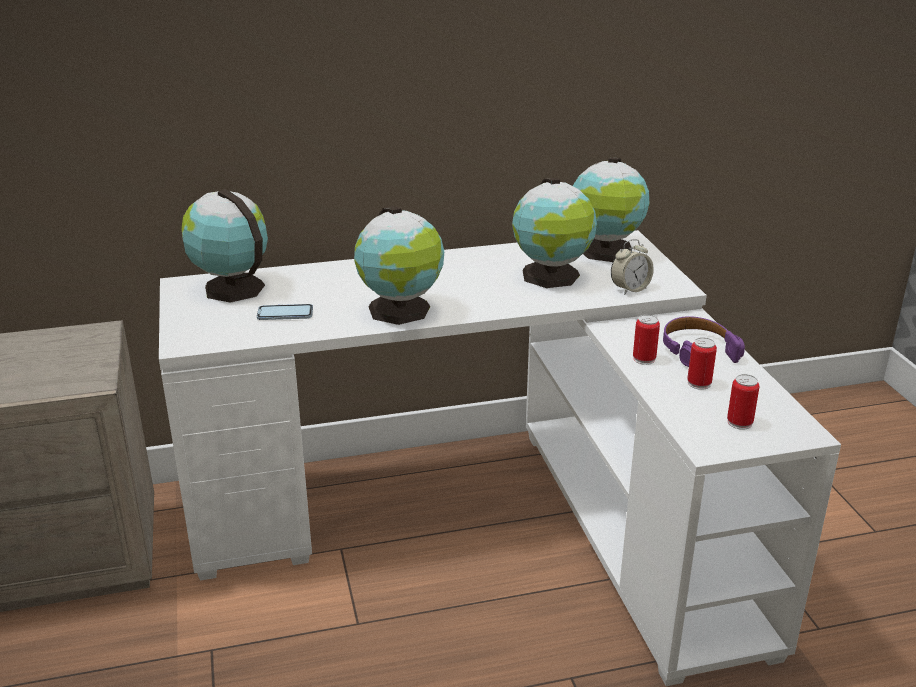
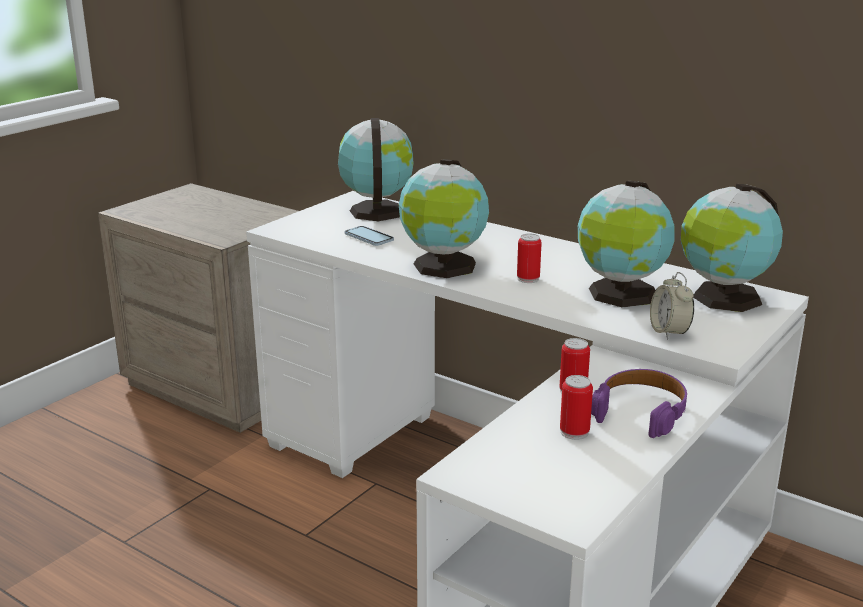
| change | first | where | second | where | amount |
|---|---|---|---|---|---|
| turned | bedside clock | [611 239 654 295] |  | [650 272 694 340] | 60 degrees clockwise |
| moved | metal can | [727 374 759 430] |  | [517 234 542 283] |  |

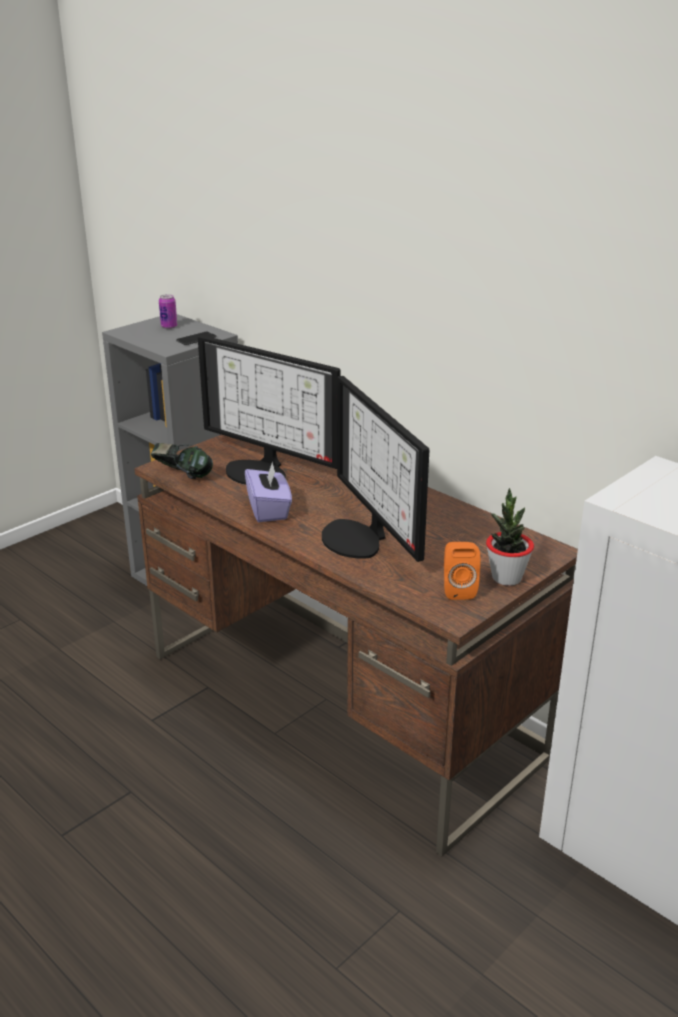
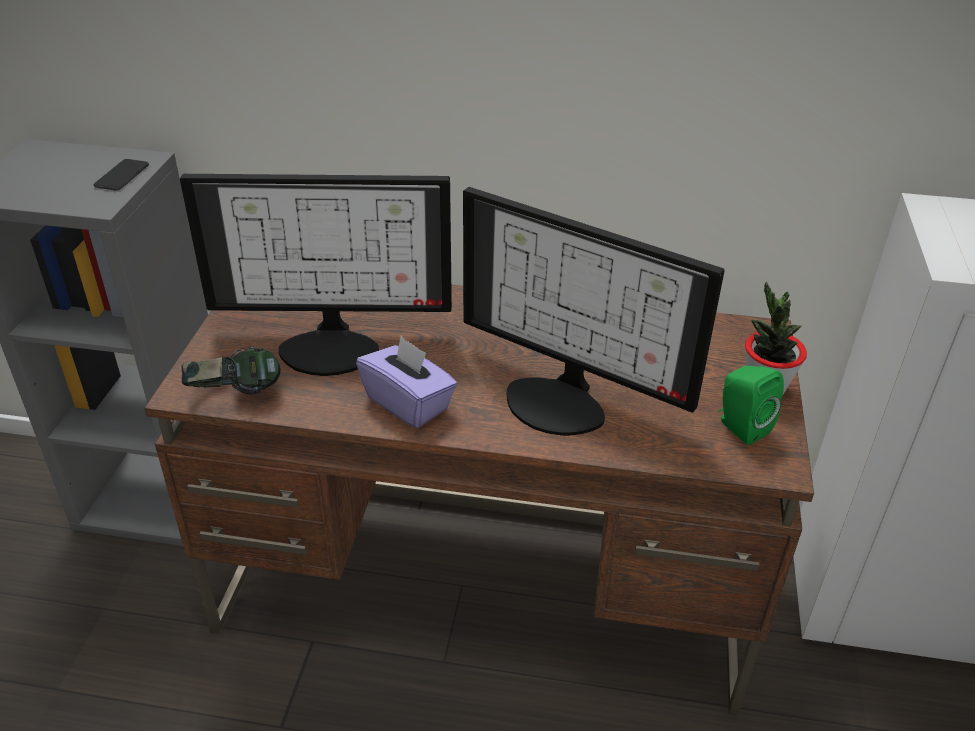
| change | first | where | second | where | amount |
|---|---|---|---|---|---|
| removed | metal can | [159 294 177 329] |  |  |  |
| recoloured | speaker (orangey) | [444 542 480 600] | speaker (green-coloured) | [719 366 784 445] |  |

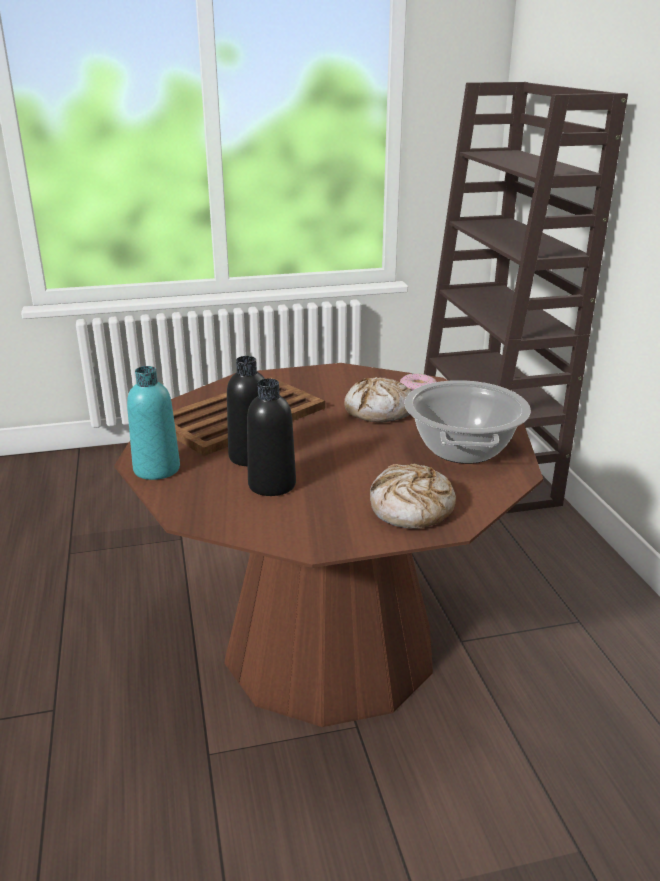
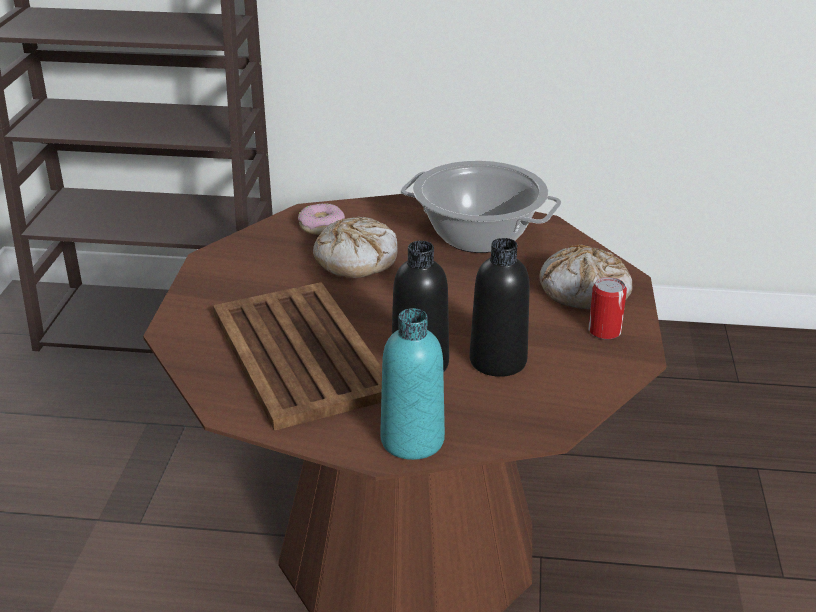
| change | first | where | second | where | amount |
|---|---|---|---|---|---|
| added |  |  | metal can | [588 277 627 340] |  |

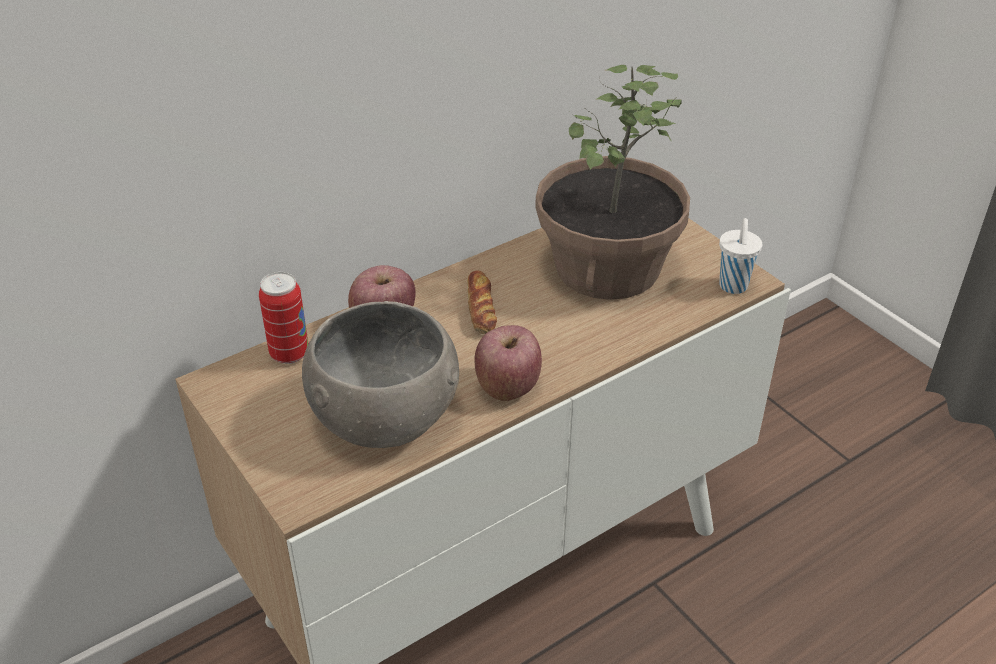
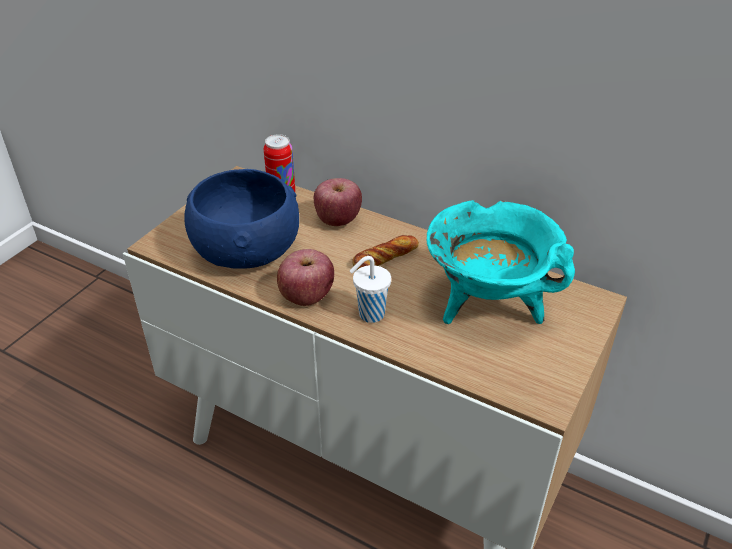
| change | first | where | second | where | amount |
|---|---|---|---|---|---|
| recoloured | serving bowl (gray) | [302 301 459 448] | serving bowl (bluish) | [184 169 299 269] |  |
| replaced | houseplant | [535 65 690 300] | cooking pot (turquoise) | [427 200 575 324] |  |
| moved | drinking cup (whitish) | [719 218 762 294] |  | [350 256 391 323] |  |

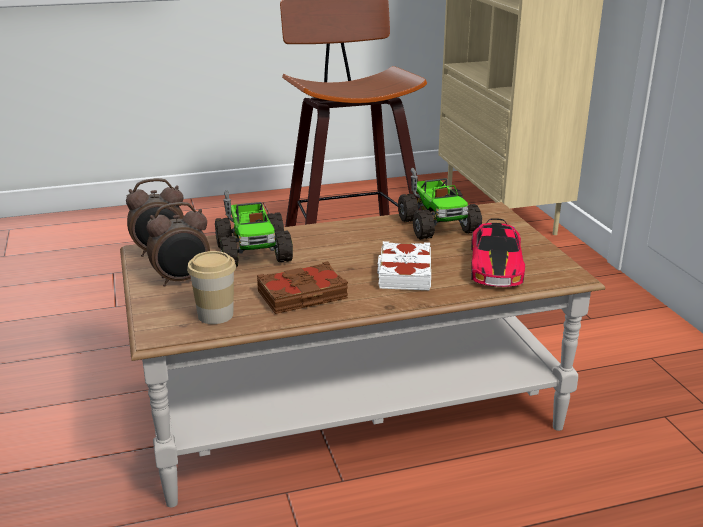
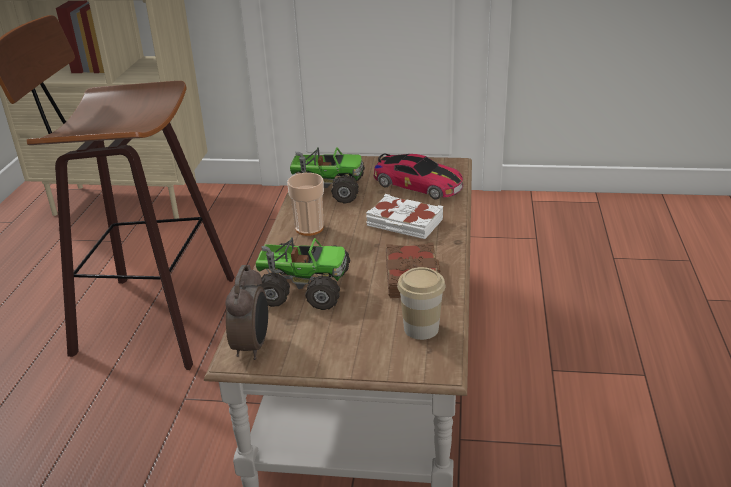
| change | first | where | second | where | amount |
|---|---|---|---|---|---|
| removed | bedside clock | [147 202 210 287] |  |  |  |
| added |  |  | drinking cup | [287 173 324 236] |  |

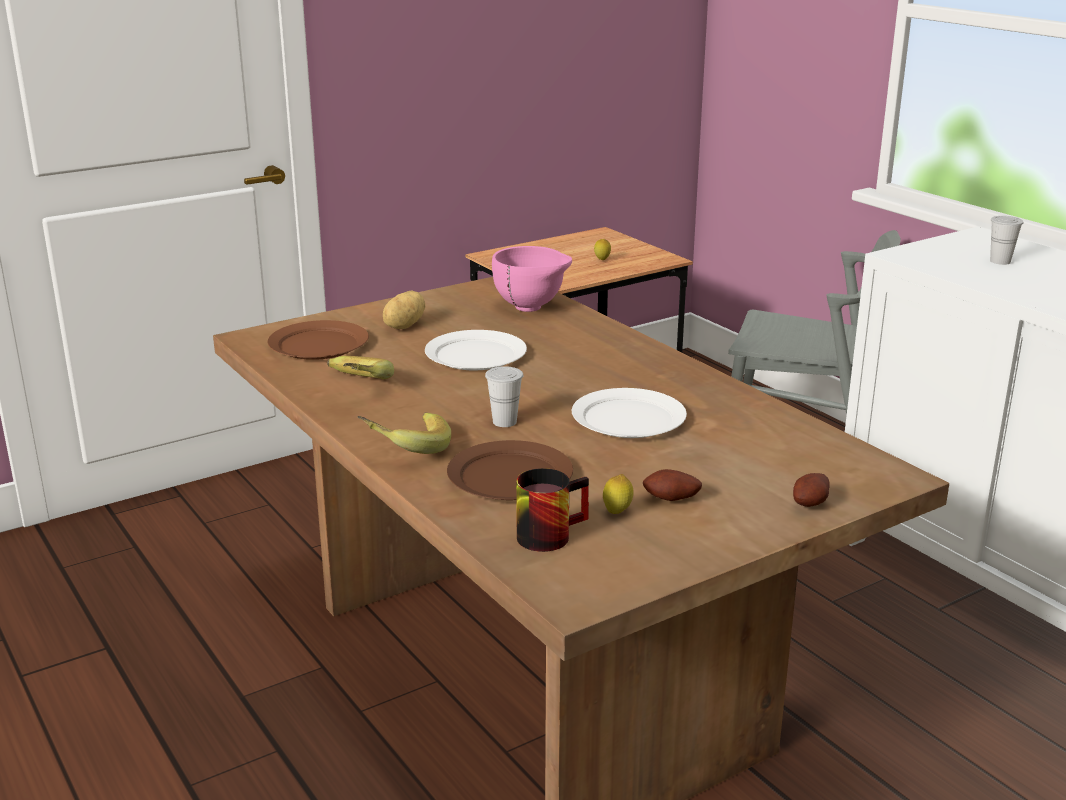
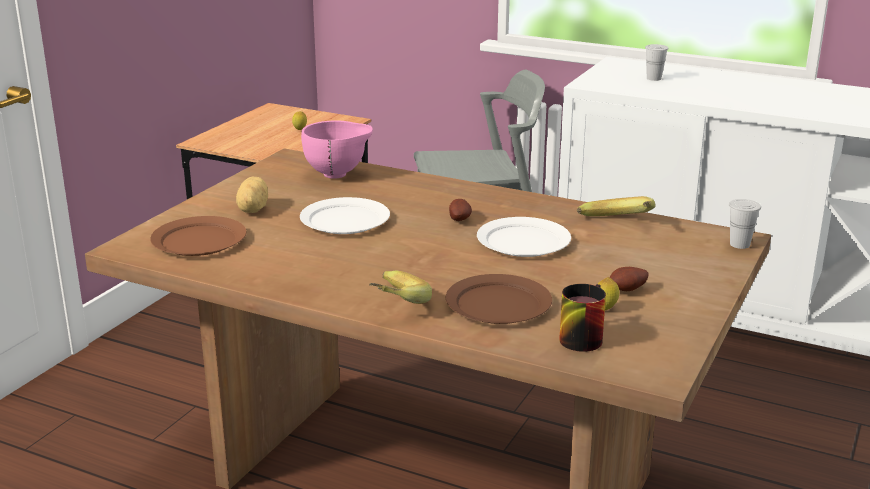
| change | first | where | second | where | amount |
|---|---|---|---|---|---|
| moved | banana fruit | [327 356 394 379] |  | [577 196 656 216] |  |
| moved | drinking cup (whitish) | [485 366 523 427] |  | [729 199 761 249] |  |
| moved | spud | [793 473 830 507] |  | [449 199 472 221] |  |

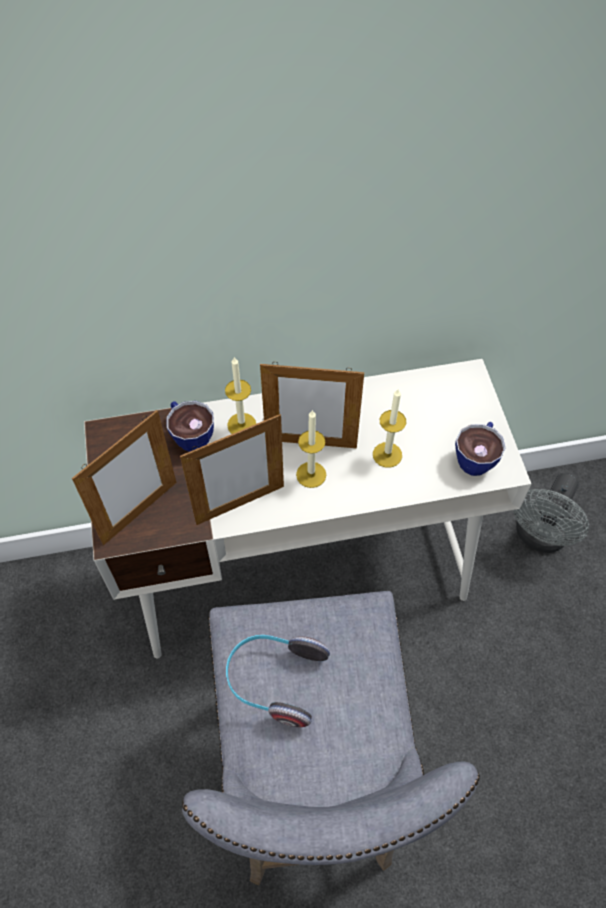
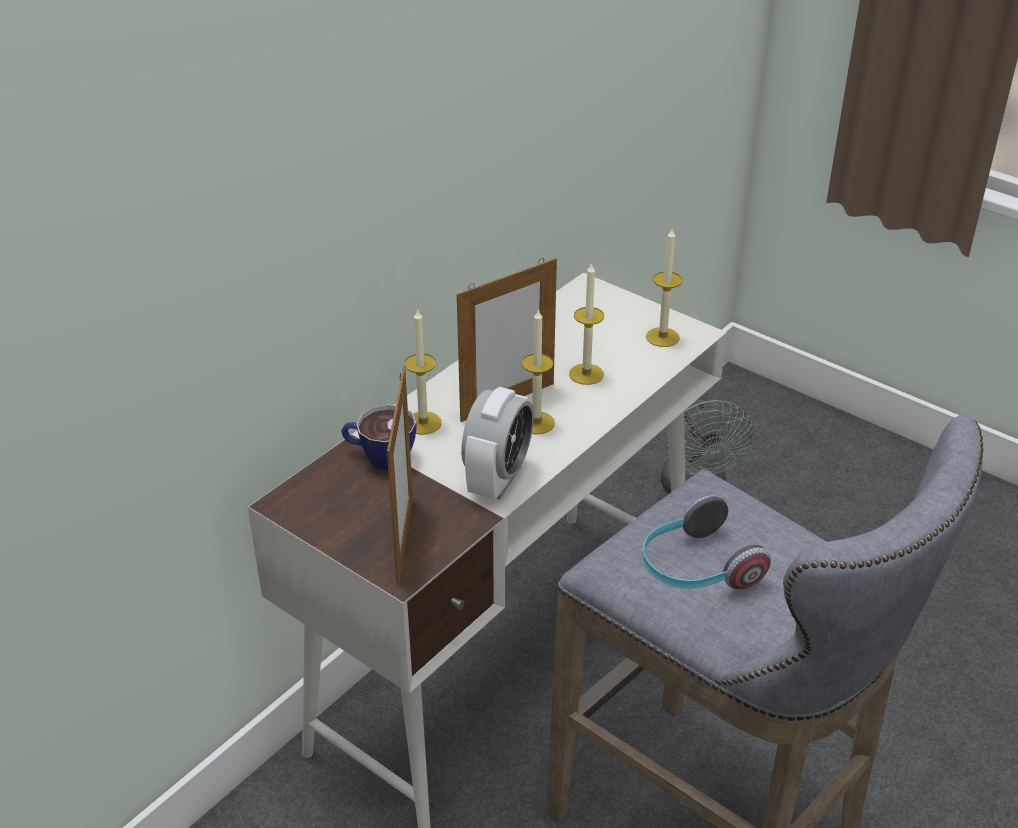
| change | first | where | second | where | amount |
|---|---|---|---|---|---|
| replaced | standing frame | [180 414 284 525] | bedside clock | [461 387 534 499] |  |
| replaced | drinking cup | [455 422 505 476] | wax candle | [646 229 683 347] |  |

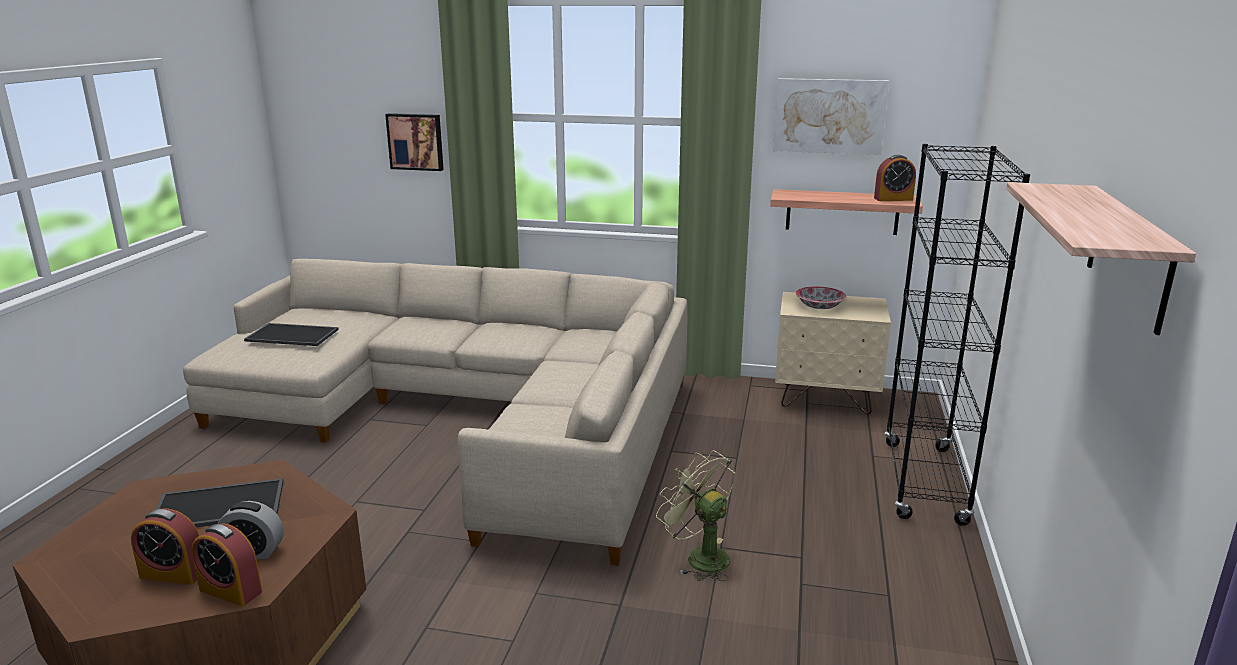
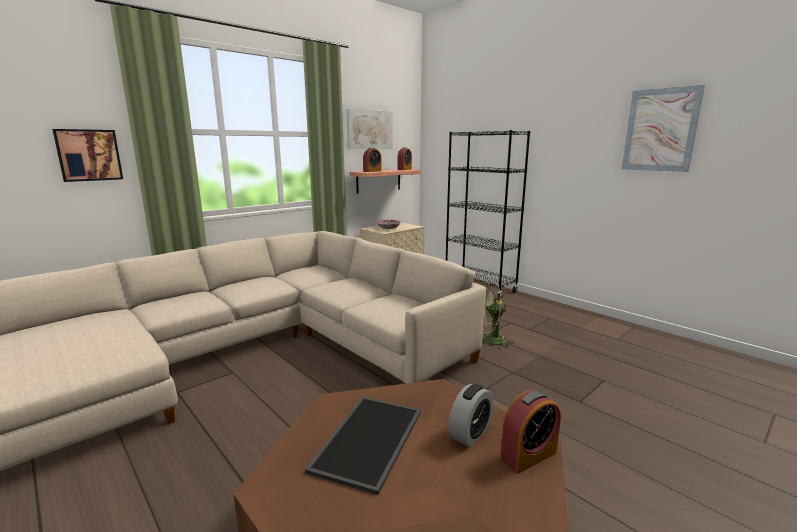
| change | first | where | second | where | amount |
|---|---|---|---|---|---|
| moved | bedside clock | [131 508 199 585] |  | [363 148 382 172] |  |
| removed | serving tray | [244 323 339 346] |  |  |  |
| replaced | bracket shelf | [1006 182 1196 335] | wall picture | [622 85 705 172] |  |

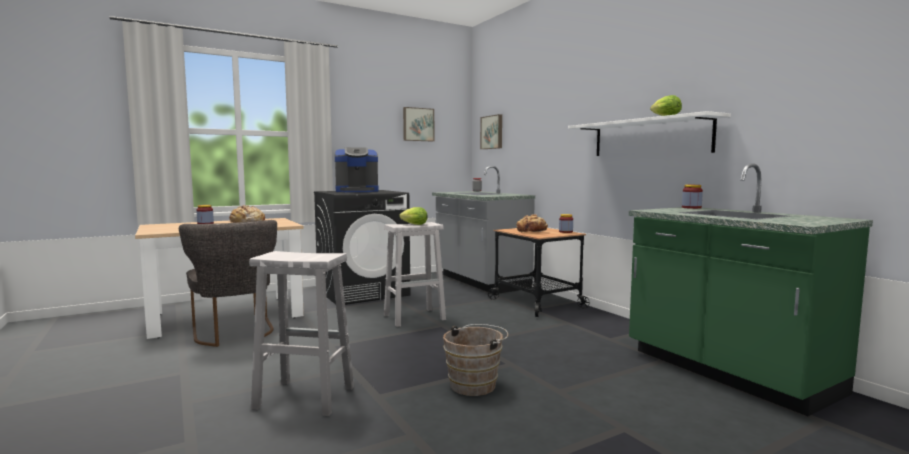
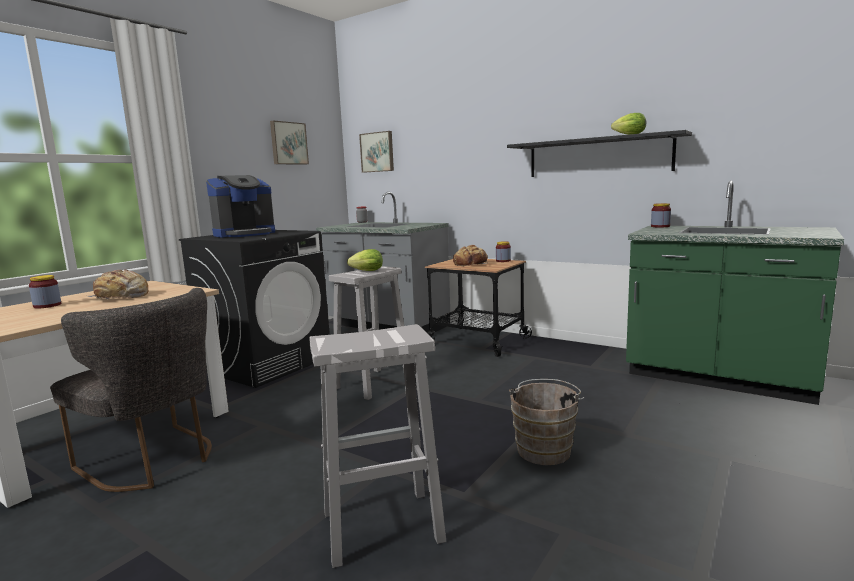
| change | first | where | second | where | amount |
|---|---|---|---|---|---|
| recoloured | bracket shelf (whitish) | [568 111 731 156] | bracket shelf (black-coloured) | [507 130 692 177] |  |

